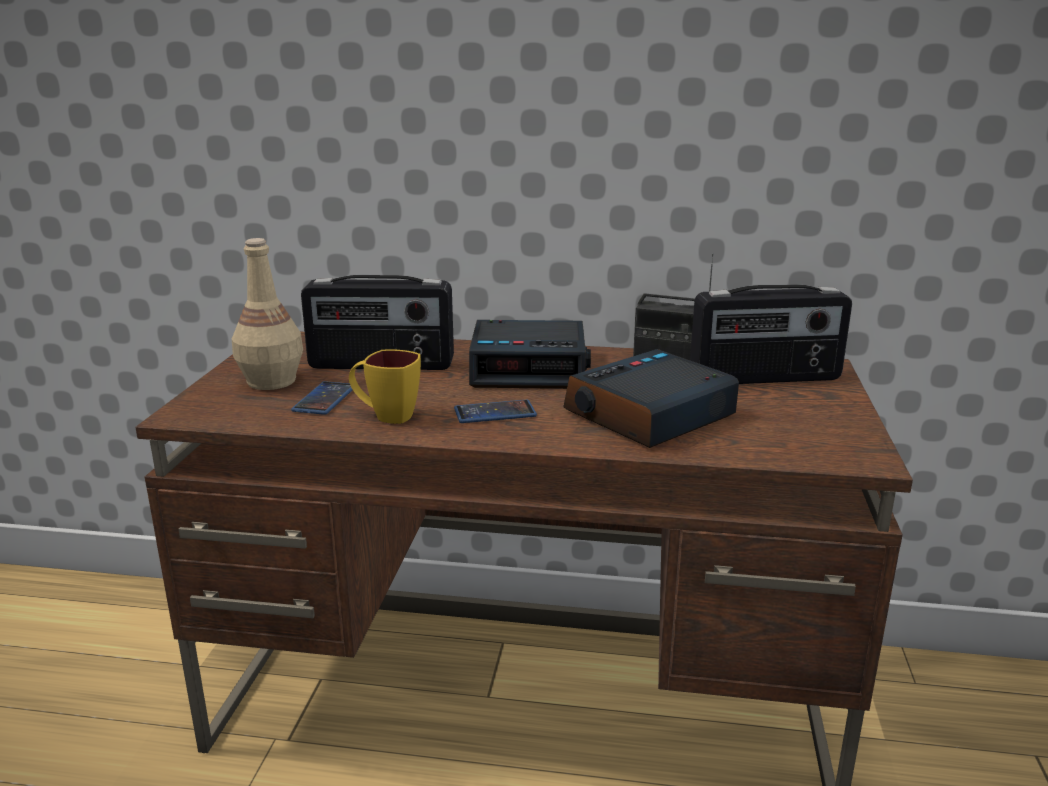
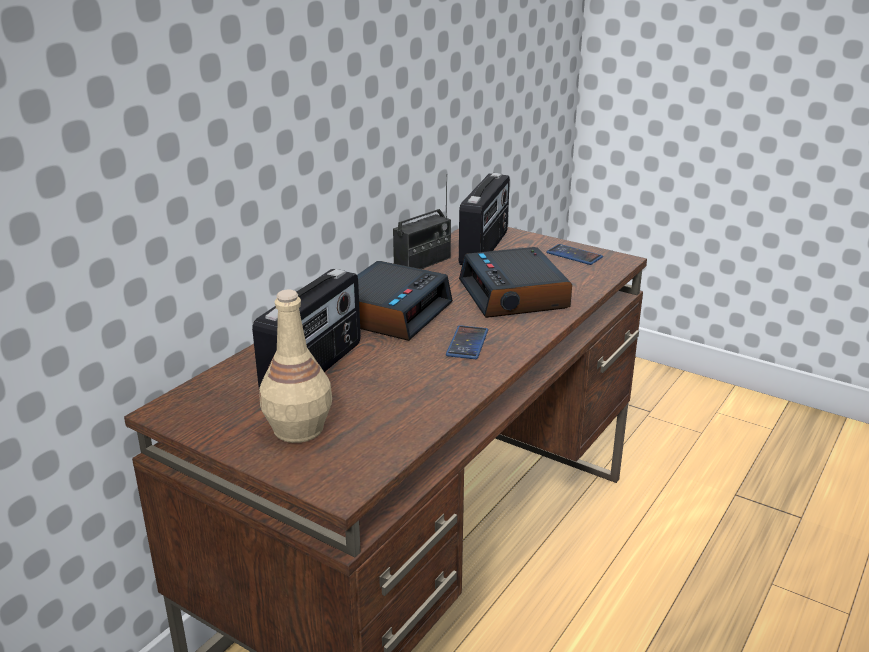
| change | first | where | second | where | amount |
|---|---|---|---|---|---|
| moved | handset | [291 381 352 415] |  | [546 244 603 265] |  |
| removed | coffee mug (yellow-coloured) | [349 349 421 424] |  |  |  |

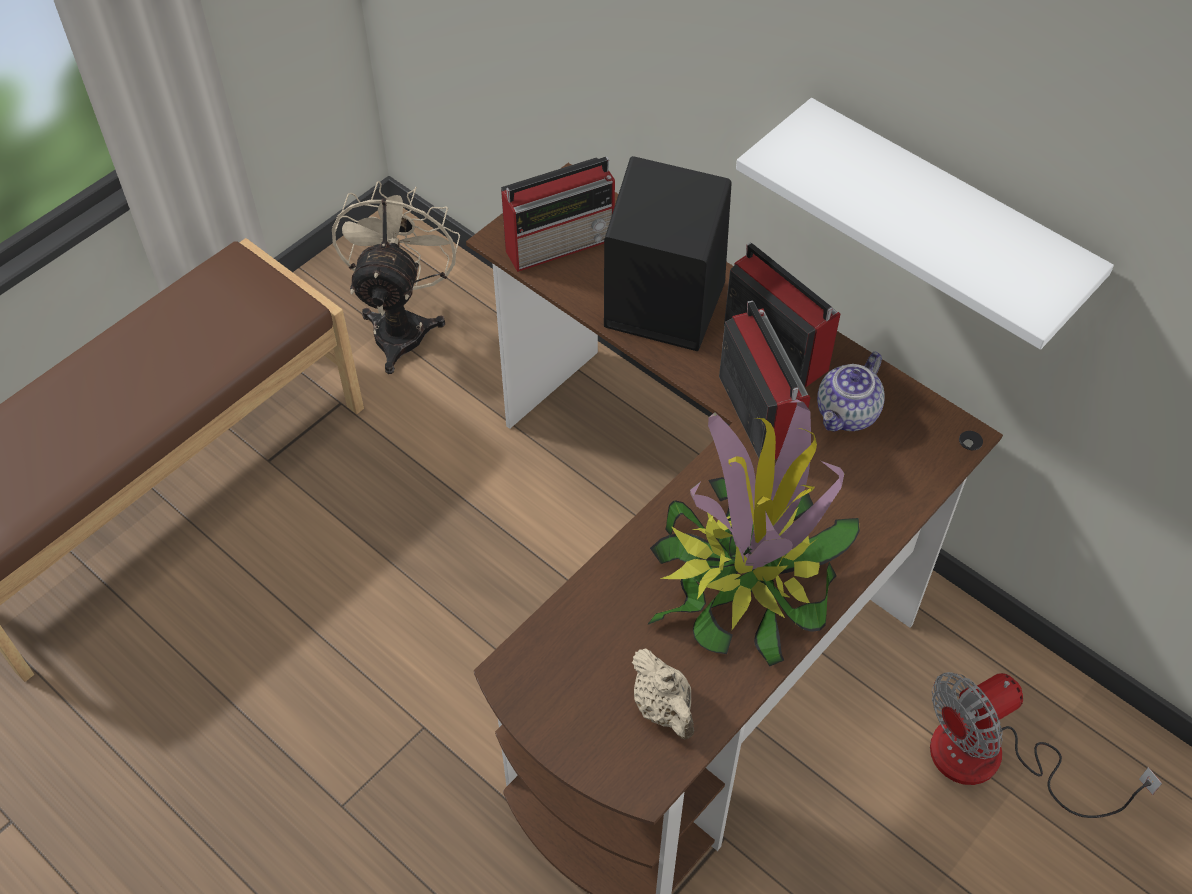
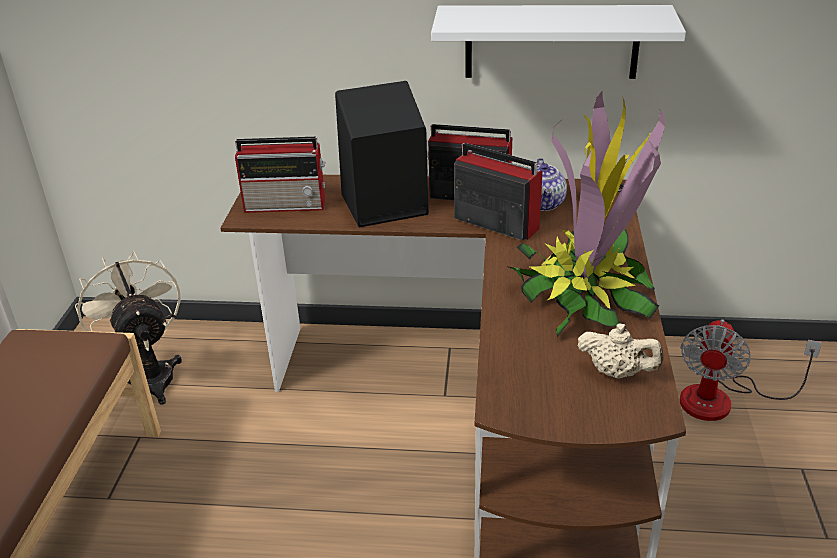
| change | first | where | second | where | amount |
|---|---|---|---|---|---|
| turned | radio | [501 157 615 272] |  | [235 137 325 213] | 60 degrees clockwise |

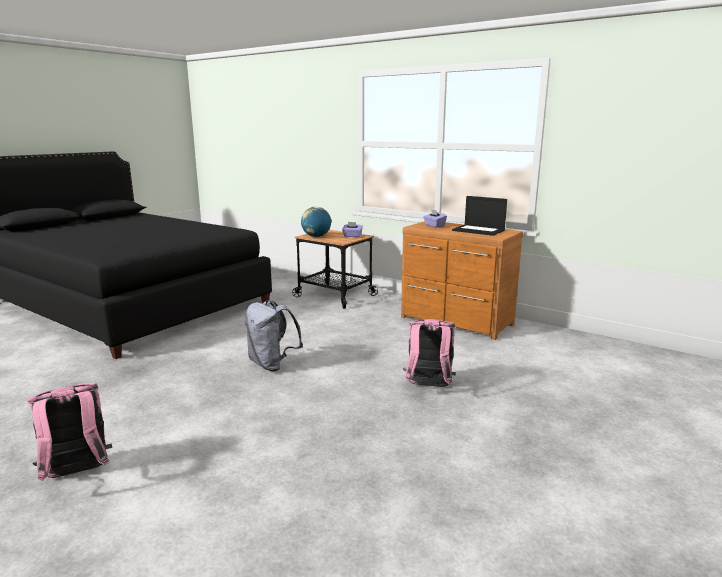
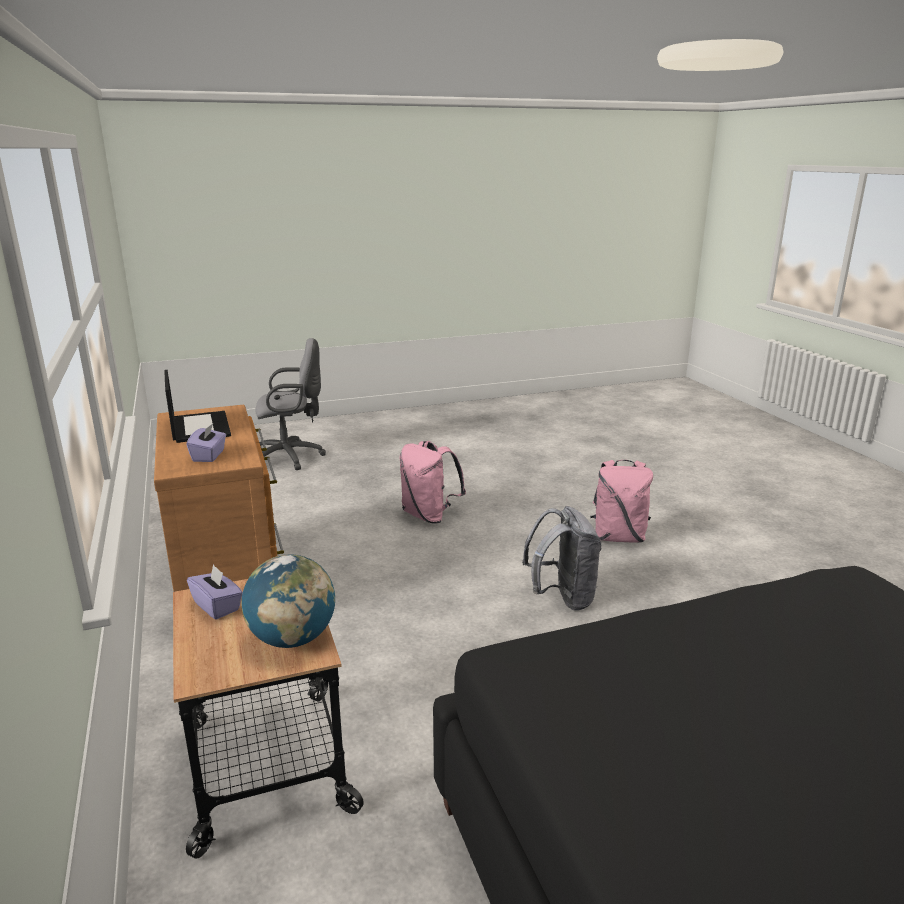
| change | first | where | second | where | amount |
|---|---|---|---|---|---|
| moved | rucksack (pink) | [28 383 112 481] |  | [590 460 653 543] |  |
| added |  |  | computer chair (gray) | [255 338 326 470] |  |

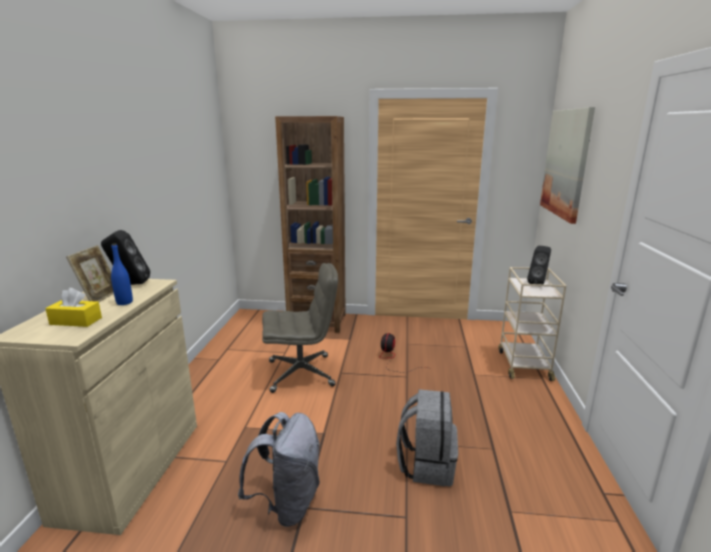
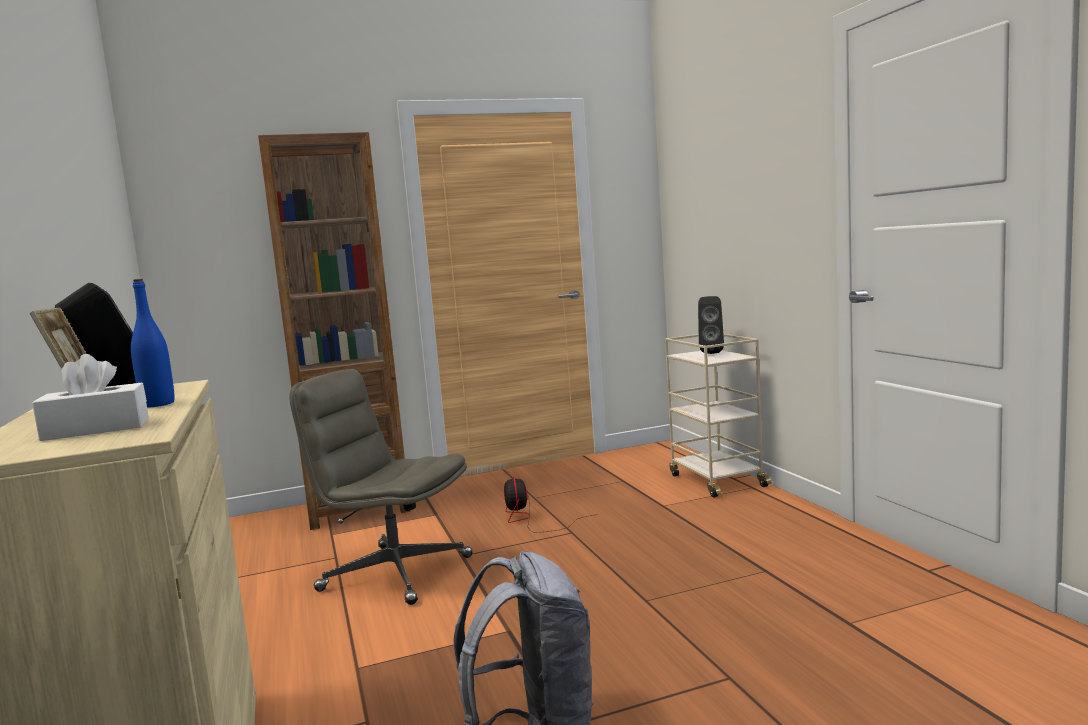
| change | first | where | second | where | amount |
|---|---|---|---|---|---|
| recoloured | tissue box (yellow-coloured) | [45 288 102 327] | tissue box (whitish) | [32 354 149 441] |  |
| turned | computer chair (gray) | [262 263 338 393] |  | [289 369 473 605] | 120 degrees counterclockwise |
| removed | rucksack (gray) | [396 389 458 487] |  |  |  |
| removed | wall picture | [540 107 595 224] |  |  |  |

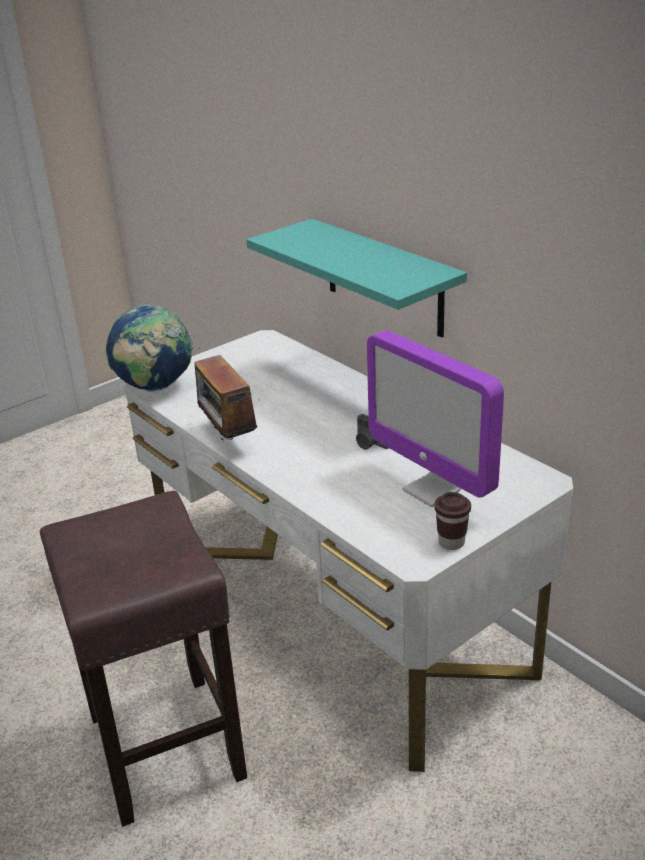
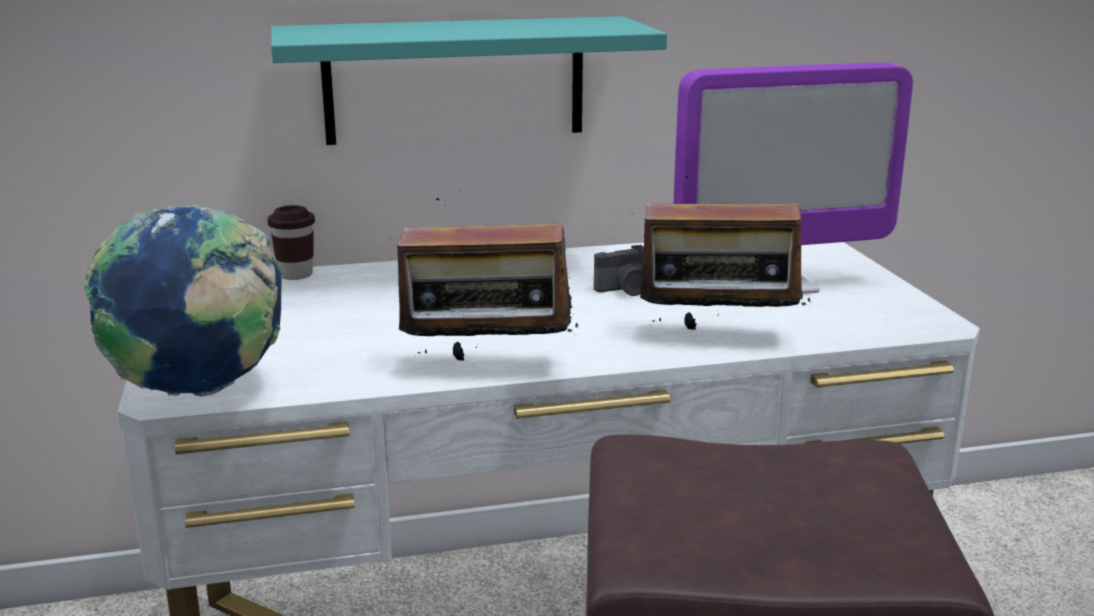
| change | first | where | second | where | amount |
|---|---|---|---|---|---|
| moved | drinking cup (brownish) | [434 492 471 550] |  | [267 205 315 280] |  |
| added |  |  | radio | [632 169 810 330] |  |

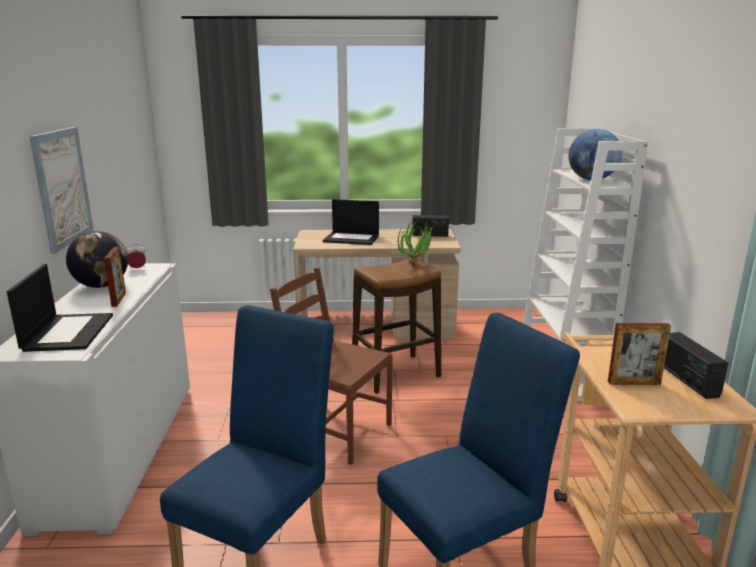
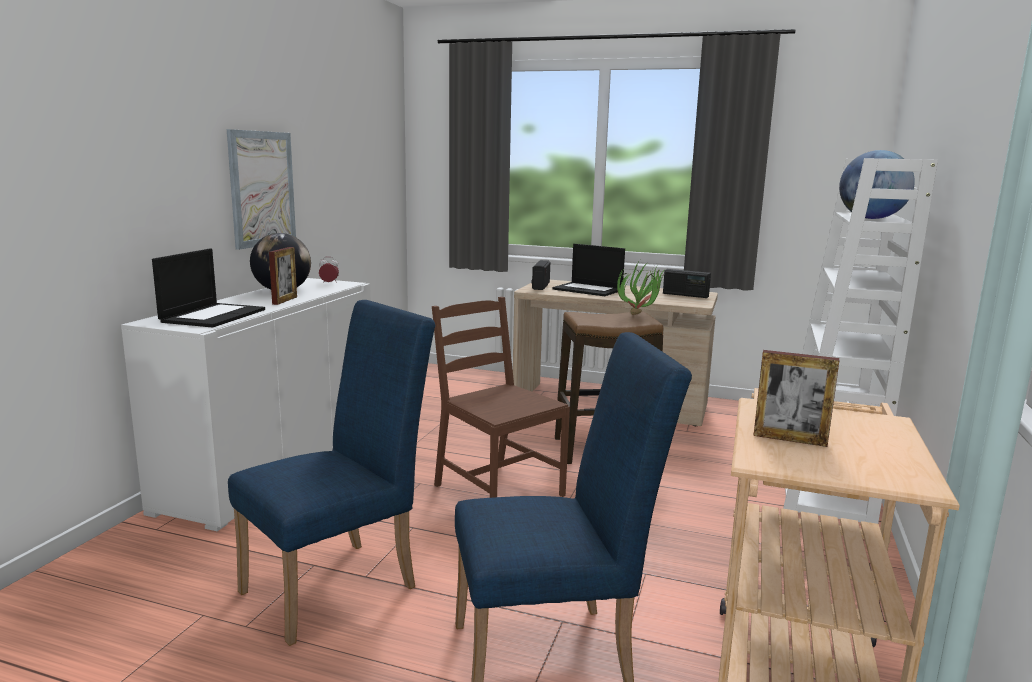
| change | first | where | second | where | amount |
|---|---|---|---|---|---|
| moved | radio | [664 332 728 399] |  | [532 260 550 290] |  |

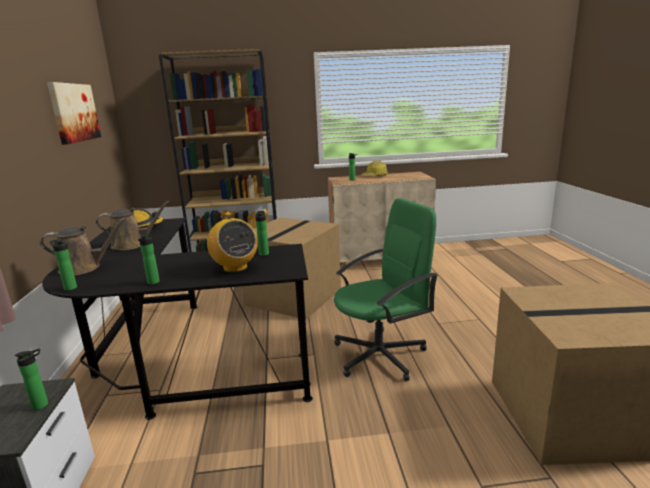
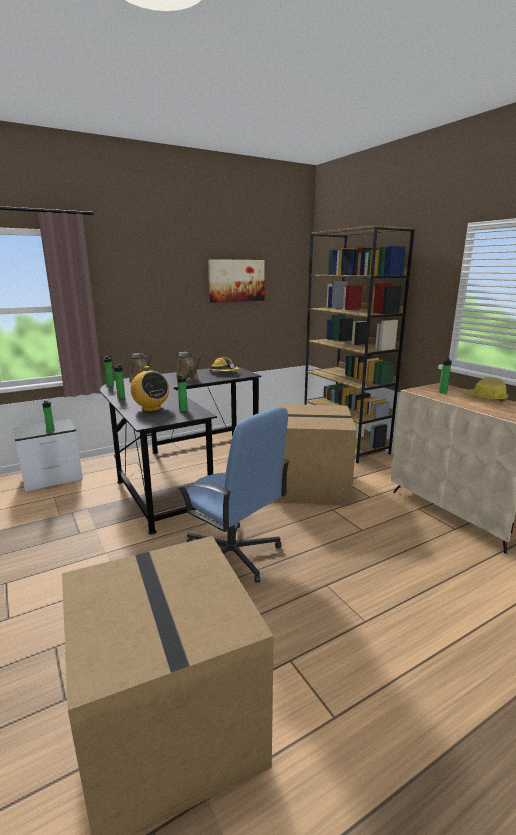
| change | first | where | second | where | amount |
|---|---|---|---|---|---|
| turned | radio | [207 212 258 272] |  | [131 366 169 411] | 75 degrees counterclockwise |
| recoloured | computer chair (green-coloured) | [334 198 438 381] | computer chair (bluish) | [177 407 290 583] |  |

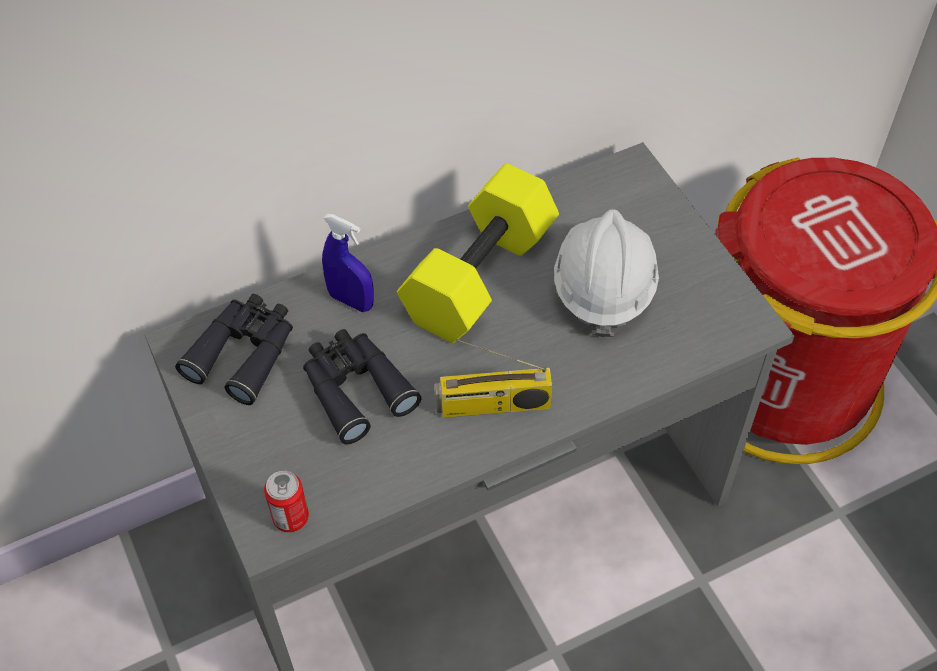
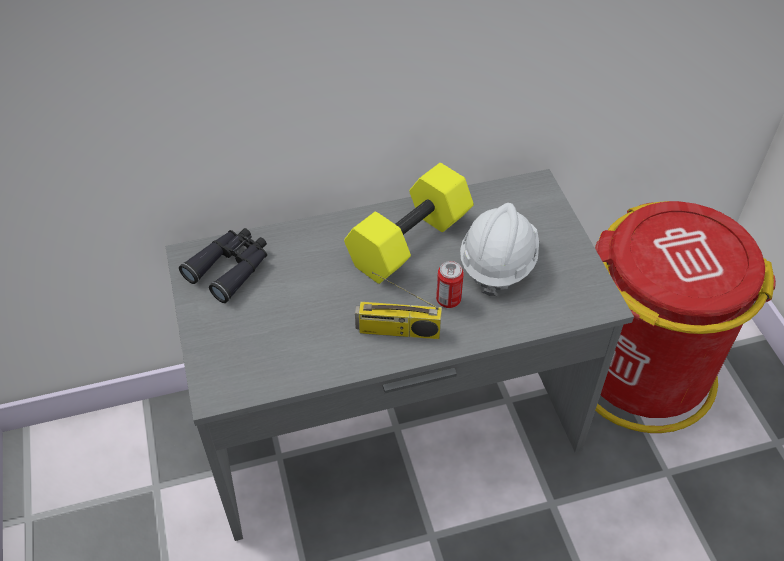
| change | first | where | second | where | amount |
|---|---|---|---|---|---|
| moved | metal can | [264 470 309 532] |  | [436 261 464 308] |  |
| removed | pair of binoculars (black-coloured) | [303 329 421 444] |  |  |  |
| removed | hand sprayer (bluish) | [322 214 374 312] |  |  |  |

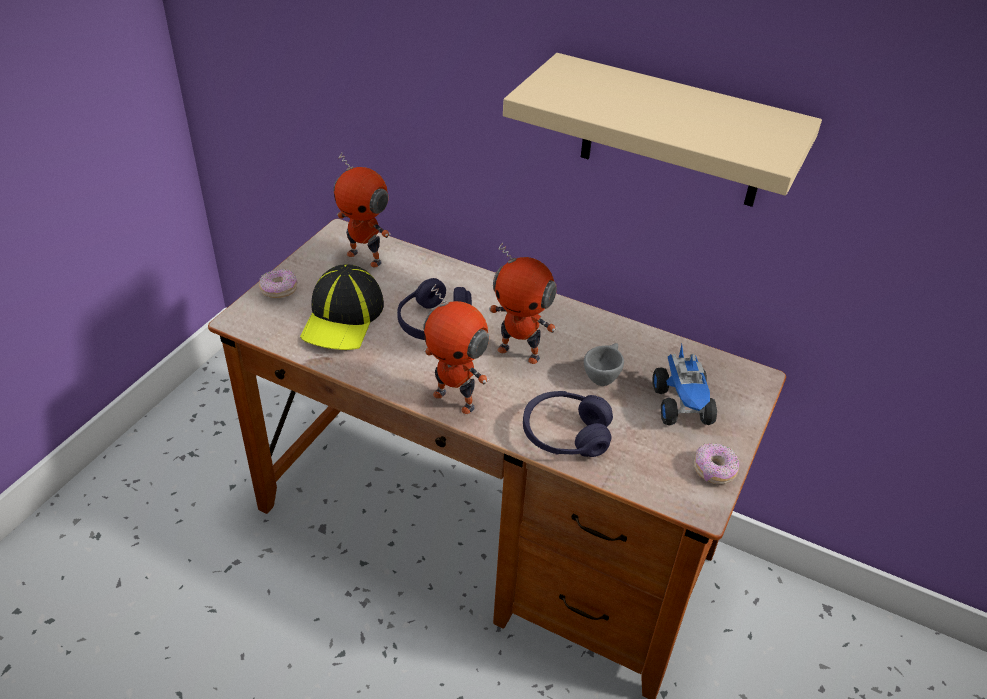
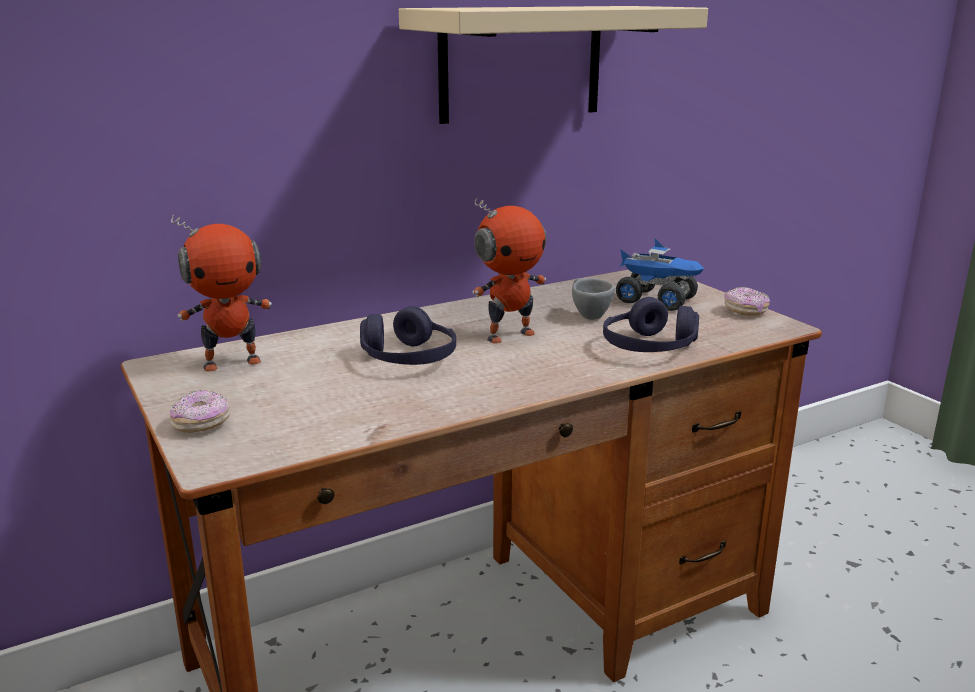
| change | first | where | second | where | amount |
|---|---|---|---|---|---|
| removed | peaked cap | [300 264 384 350] |  |  |  |
| removed | robot figure | [423 284 489 414] |  |  |  |

